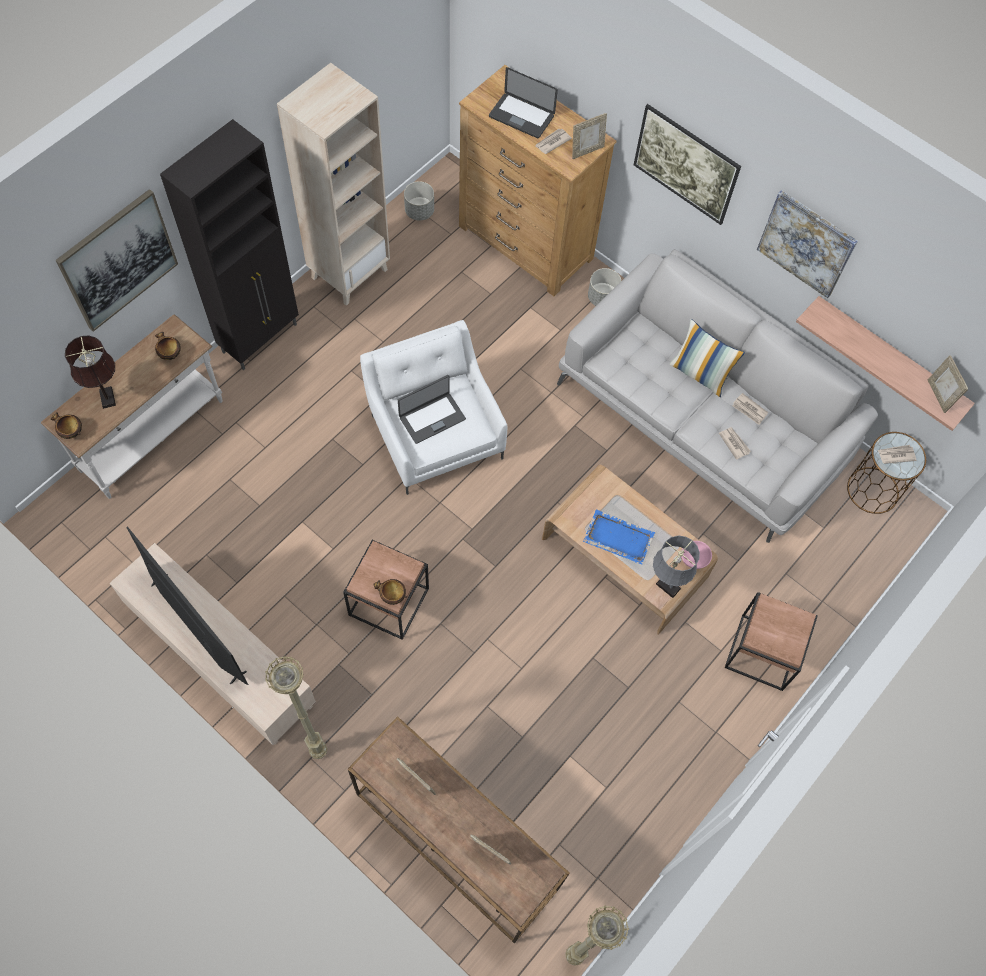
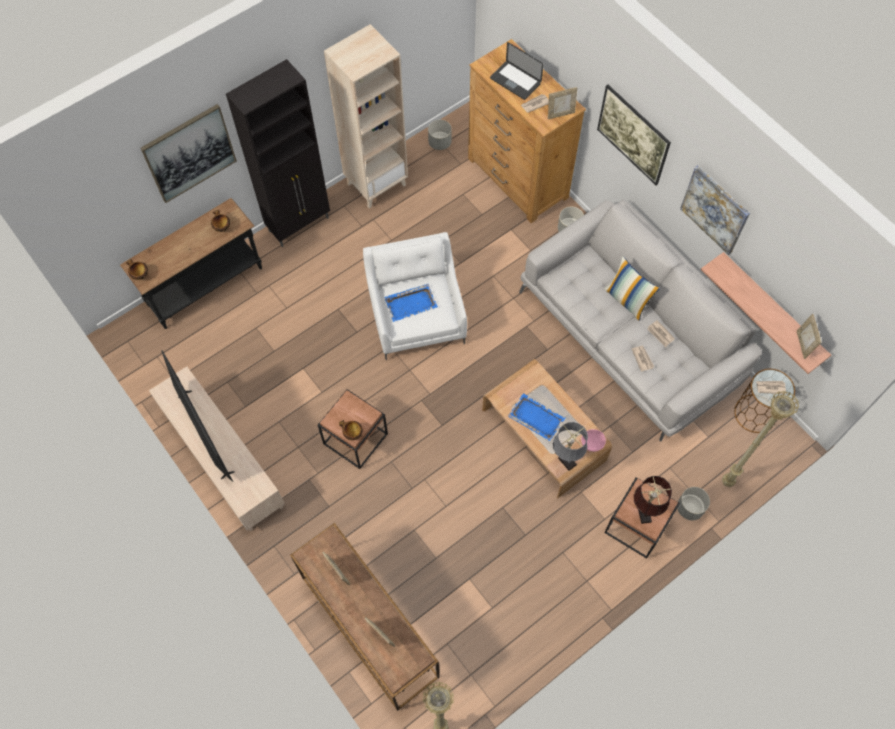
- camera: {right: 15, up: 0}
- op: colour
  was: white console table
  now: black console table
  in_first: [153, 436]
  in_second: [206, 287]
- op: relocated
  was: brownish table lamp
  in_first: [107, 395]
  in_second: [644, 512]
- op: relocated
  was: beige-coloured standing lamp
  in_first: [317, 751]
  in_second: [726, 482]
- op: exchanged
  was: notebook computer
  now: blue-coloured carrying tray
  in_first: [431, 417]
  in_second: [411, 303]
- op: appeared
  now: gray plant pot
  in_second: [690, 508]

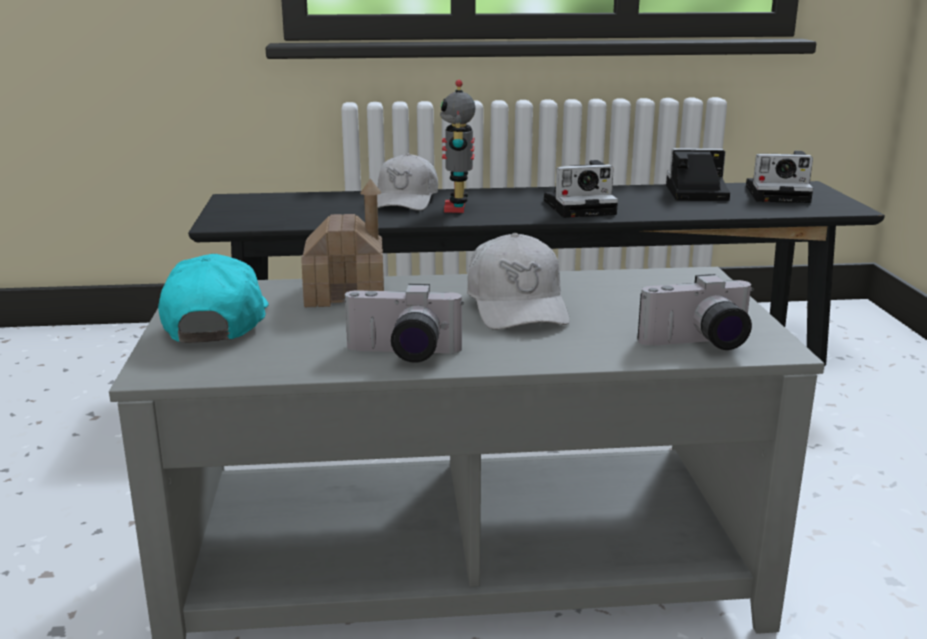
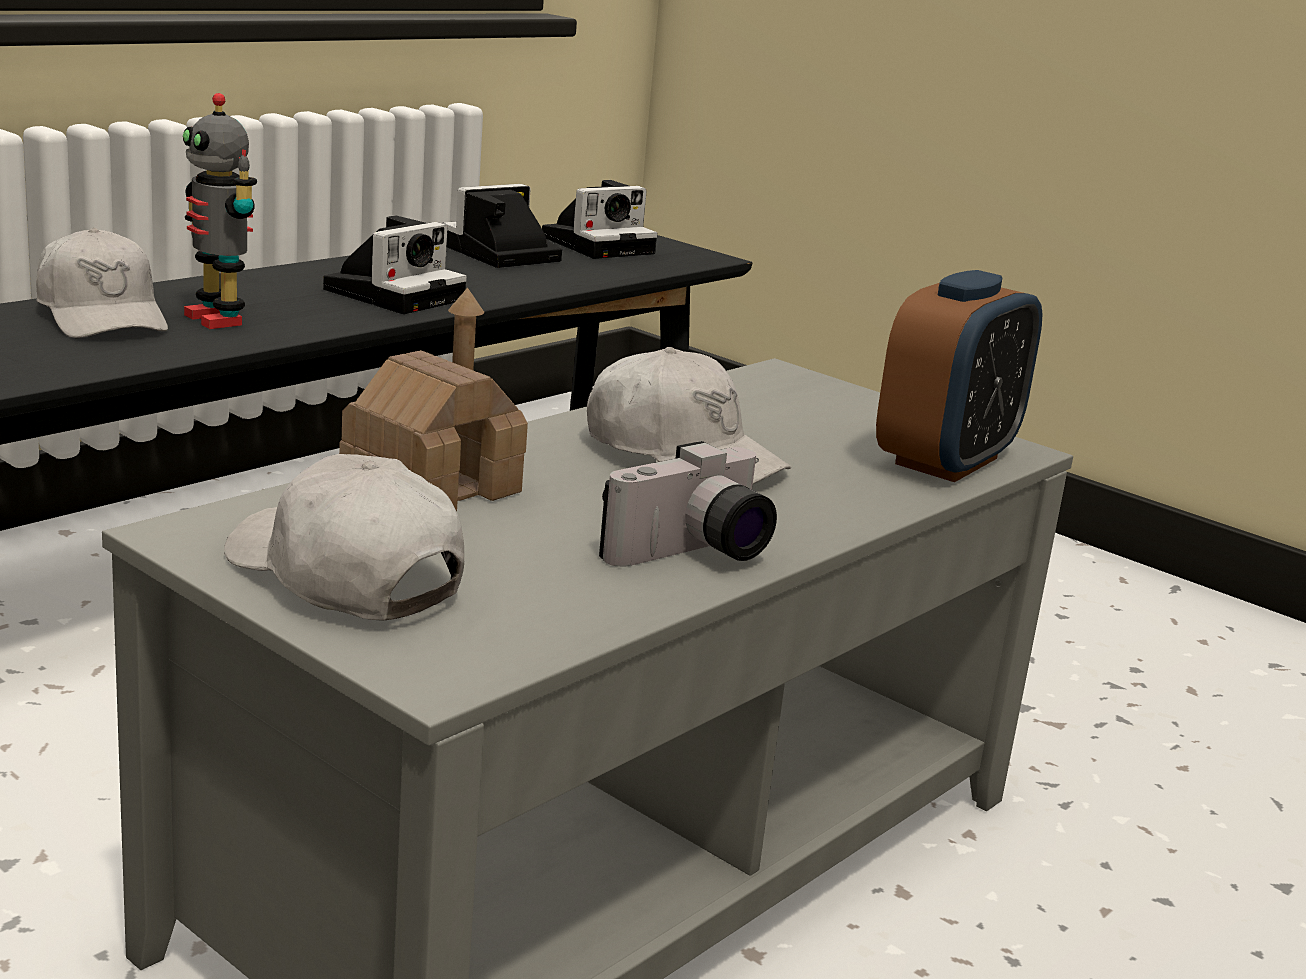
- camera: {right: -45, up: 0}
- op: colour
  was: blue-green peaked cap
  now: white peaked cap
  in_first: [217, 322]
  in_second: [344, 576]
- op: exchanged
  was: photo camera
  now: alarm clock
  in_first: [699, 344]
  in_second: [946, 461]

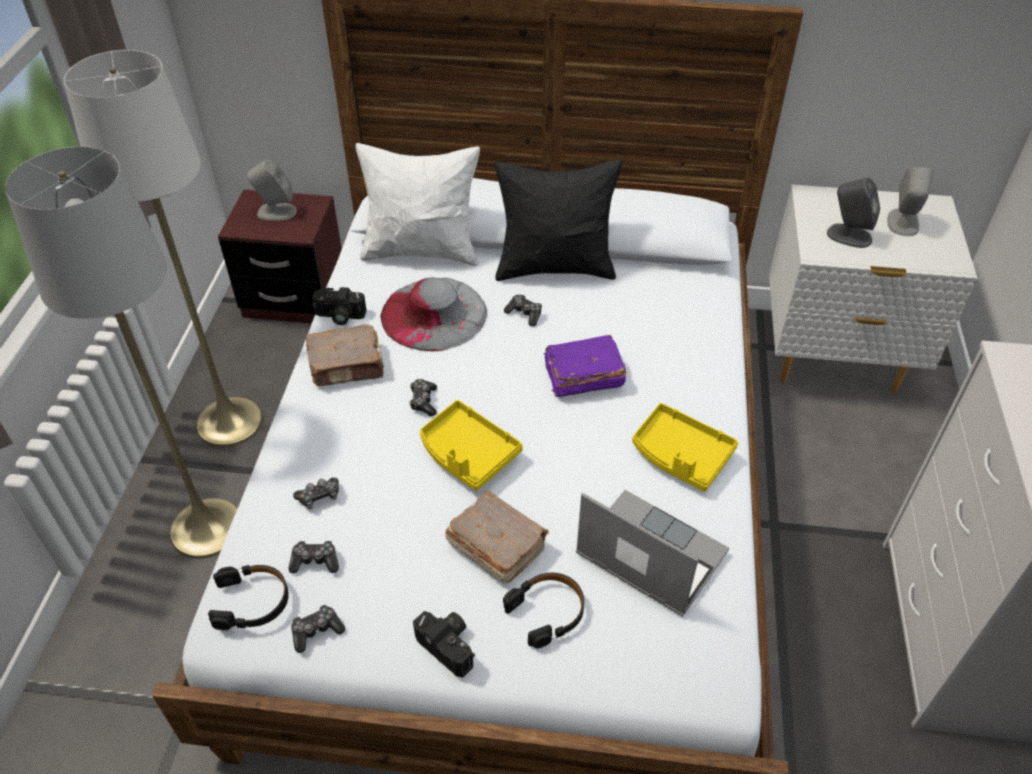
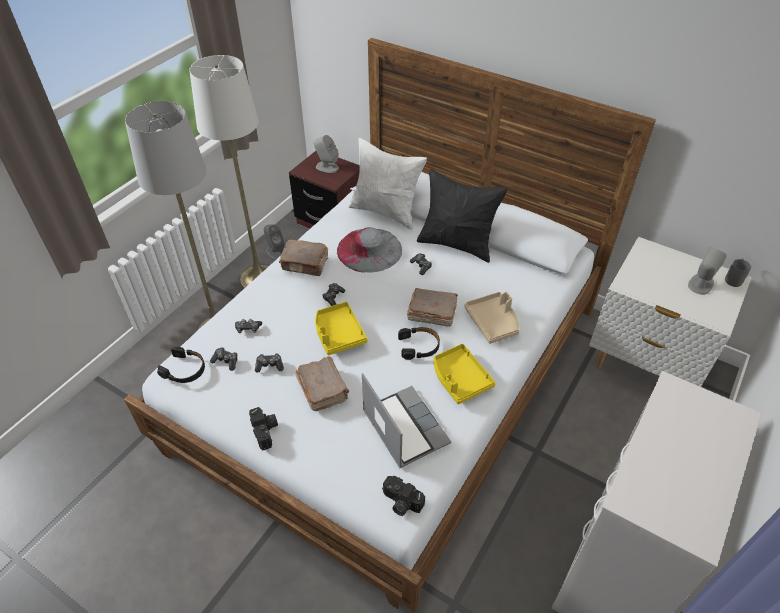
- camera: {right: 25, up: 0}
- op: relocated
  was: joypad
  in_first: [316, 631]
  in_second: [269, 365]
- op: relocated
  was: photo camera
  in_first: [339, 316]
  in_second: [400, 502]
- op: relocated
  was: black headset
  in_first: [547, 612]
  in_second: [419, 346]
- op: colour
  was: purplish bound book
  now: brownish bound book
  in_first: [582, 377]
  in_second: [431, 313]
- op: relocated
  was: gray speaker
  in_first: [848, 236]
  in_second: [275, 252]
- op: appeared
  now: beige-coloured carrying tray
  in_second: [493, 322]
- op: appeared
  now: gray mug
  in_second: [734, 278]

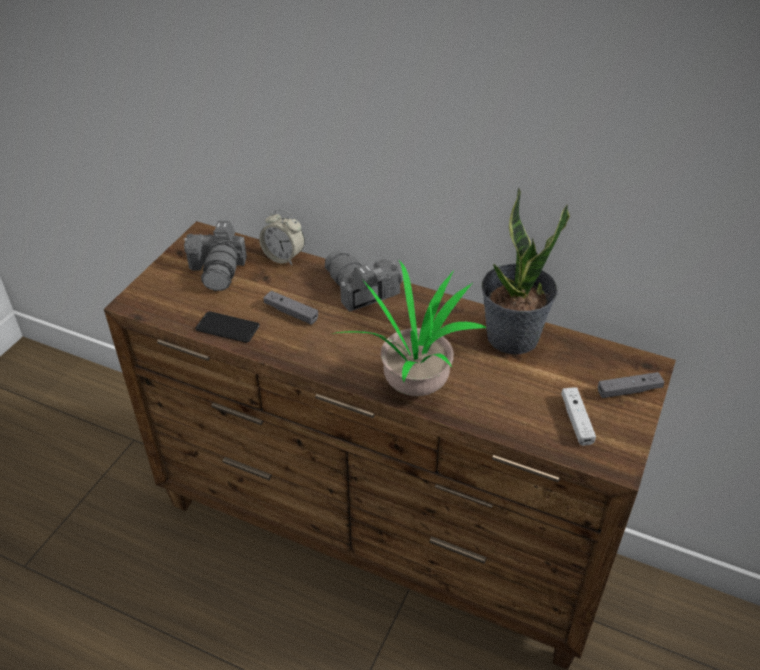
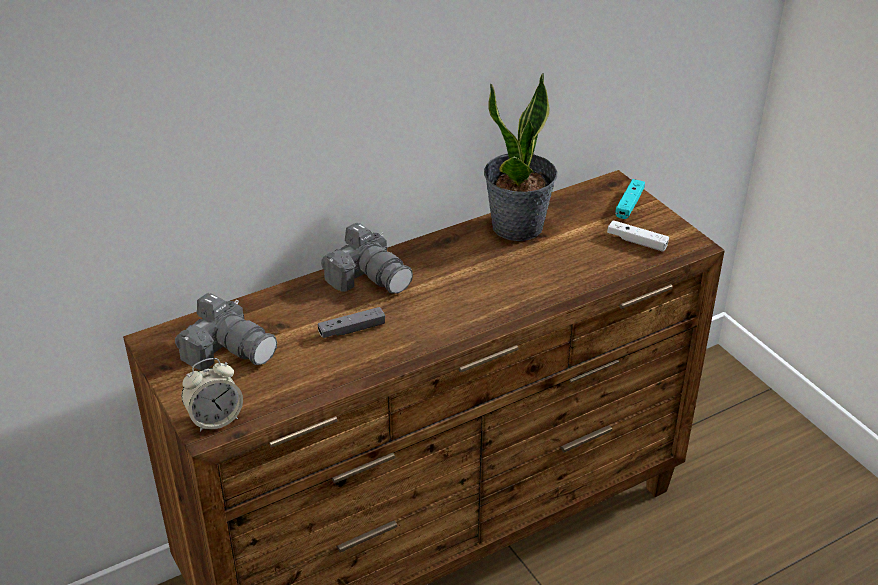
- camera: {right: -55, up: -5}
- op: missing
  was: phone
  in_first: [227, 328]
- op: relocated
  was: alarm clock
  in_first: [283, 257]
  in_second: [215, 419]
- op: spun
  was: photo camera
  in_first: [360, 291]
  in_second: [369, 277]
  clockwise: -135
- op: missing
  was: potted plant
  in_first: [413, 382]
- op: colour
  was: gray joypad
  now: blue-green joypad
  in_first: [629, 390]
  in_second: [629, 204]

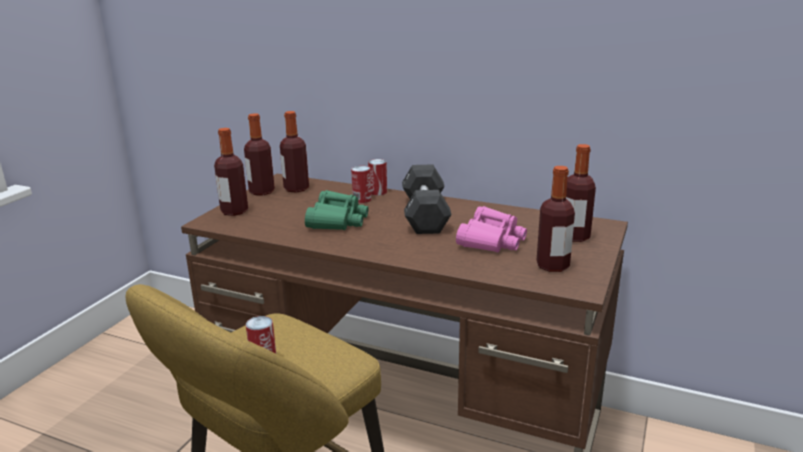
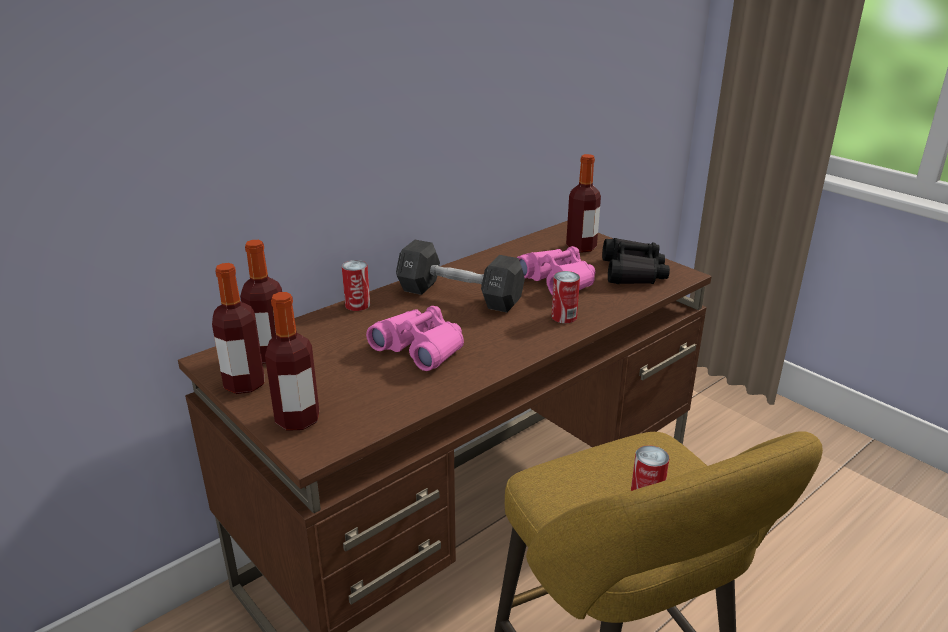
- camera: {right: -65, up: 5}
- op: colour
  was: green-coloured field glasses
  now: pinkish field glasses
  in_first: [337, 220]
  in_second: [420, 348]
- op: relocated
  was: metal can
  in_first: [362, 199]
  in_second: [564, 317]
- op: exchanged
  was: bottle
  now: black field glasses
  in_first: [552, 266]
  in_second: [632, 272]

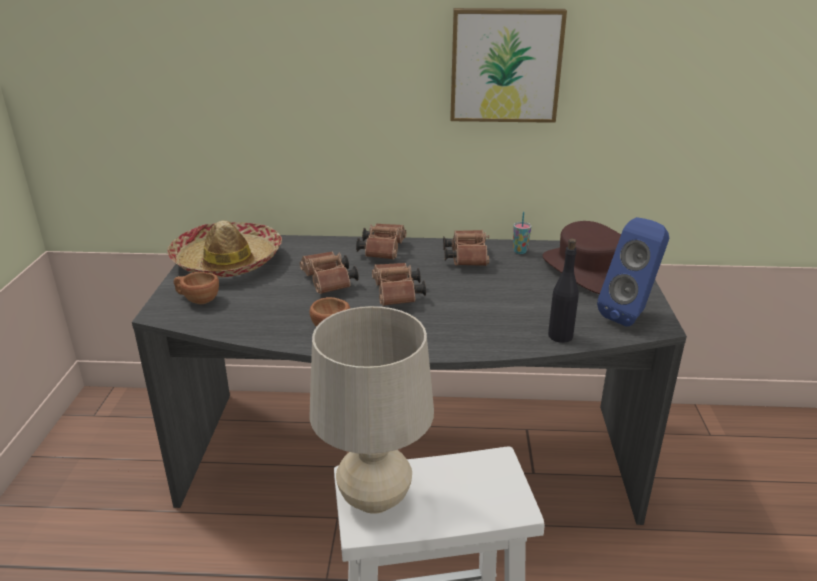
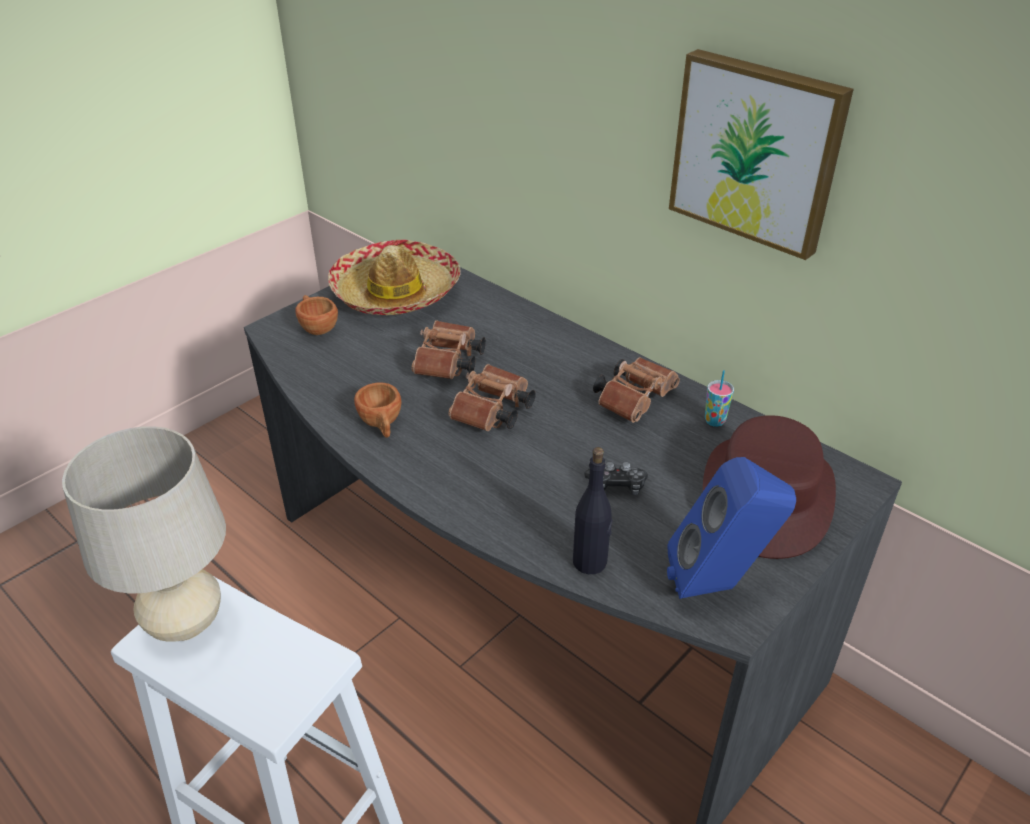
- camera: {right: 40, up: 10}
- op: missing
  was: brownish field glasses
  in_first: [383, 251]
- op: appeared
  now: joypad
  in_second: [616, 486]

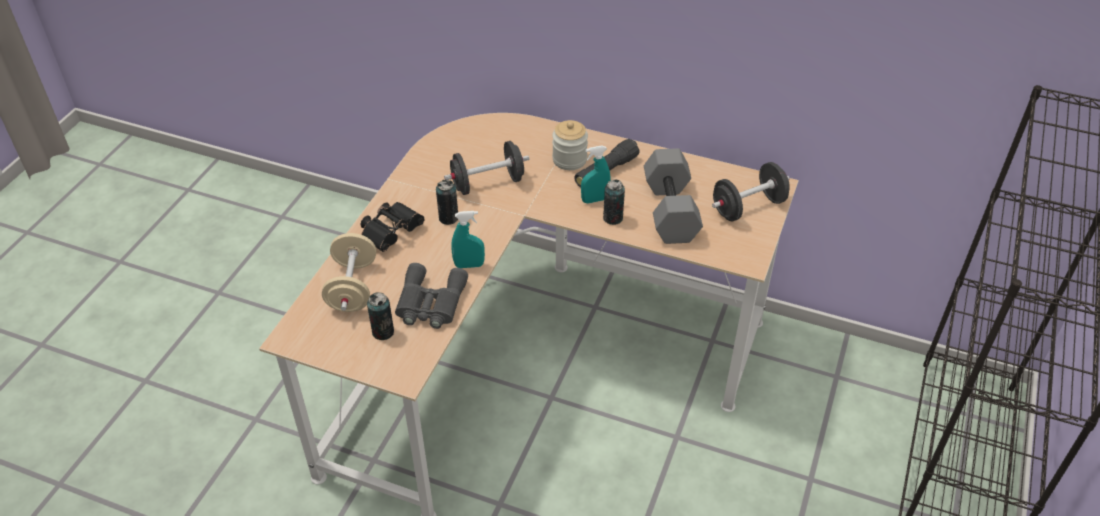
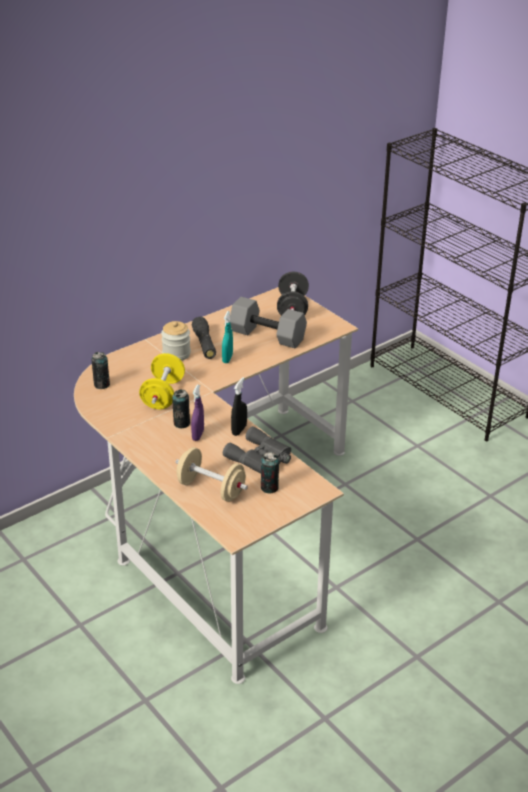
- camera: {right: -60, up: -10}
- op: missing
  was: black field glasses
  in_first: [393, 232]
- op: colour
  was: black hand weight
  now: yellow hand weight
  in_first: [488, 183]
  in_second: [163, 395]
- op: colour
  was: blue-green spray bottle
  now: black spray bottle
  in_first: [469, 265]
  in_second: [239, 430]
- op: relocated
  was: metal can
  in_first: [613, 218]
  in_second: [102, 385]
- op: appeared
  now: purplish spray bottle
  in_second: [198, 435]

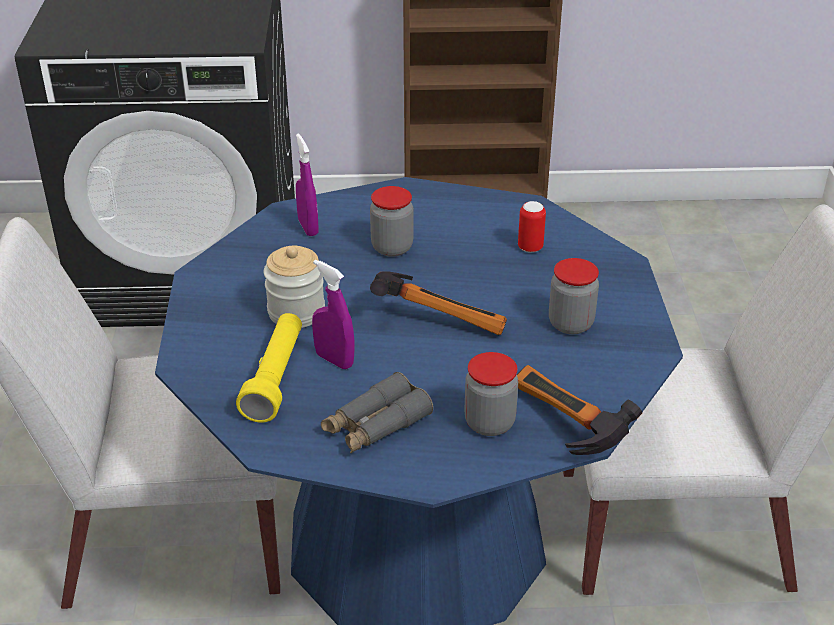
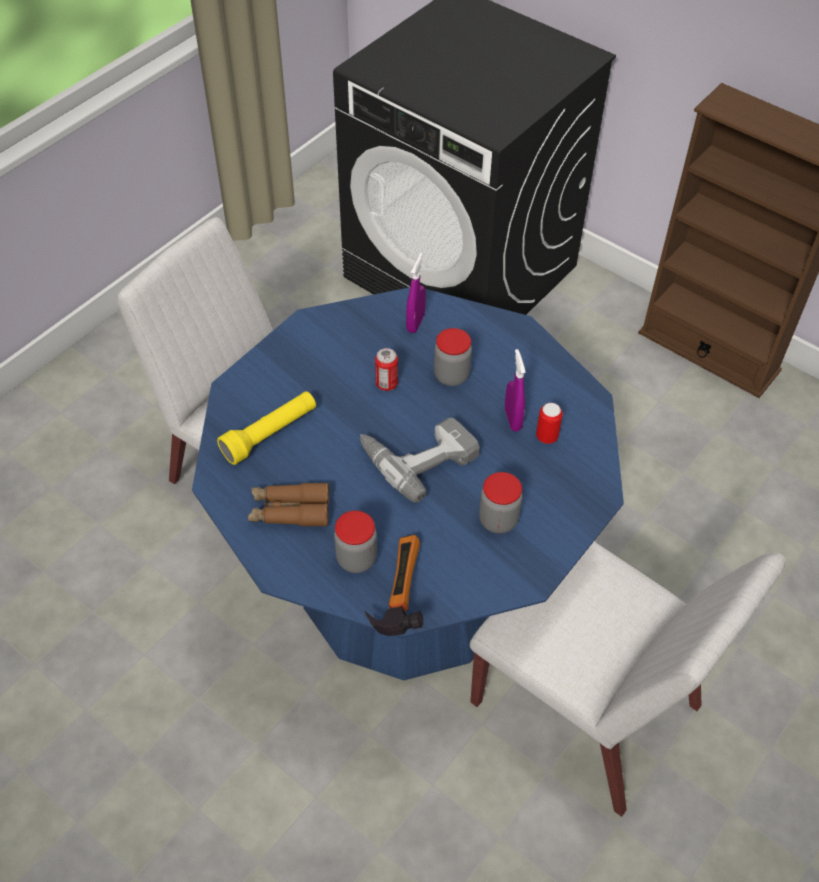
- camera: {right: 40, up: 15}
- op: missing
  was: preserve jar
  in_first: [296, 312]
- op: relocated
  was: purplish spray bottle
  in_first: [334, 360]
  in_second: [512, 419]
- op: colour
  was: gray field glasses
  now: brownish field glasses
  in_first: [376, 425]
  in_second: [289, 511]
- op: exchanged
  was: hand hammer
  now: power drill
  in_first: [440, 318]
  in_second: [418, 456]
- op: appeared
  now: metal can
  in_second: [386, 384]

